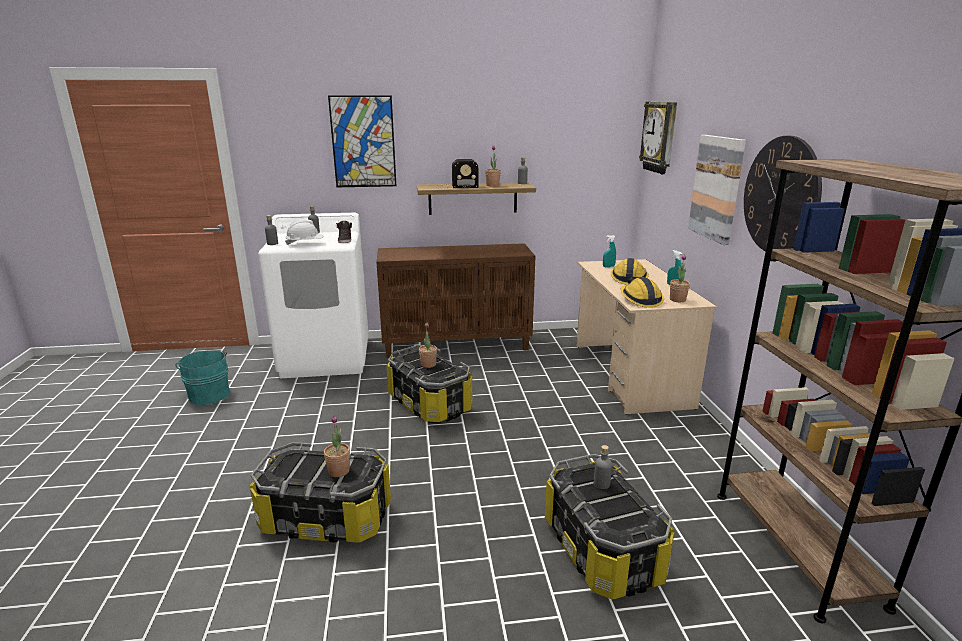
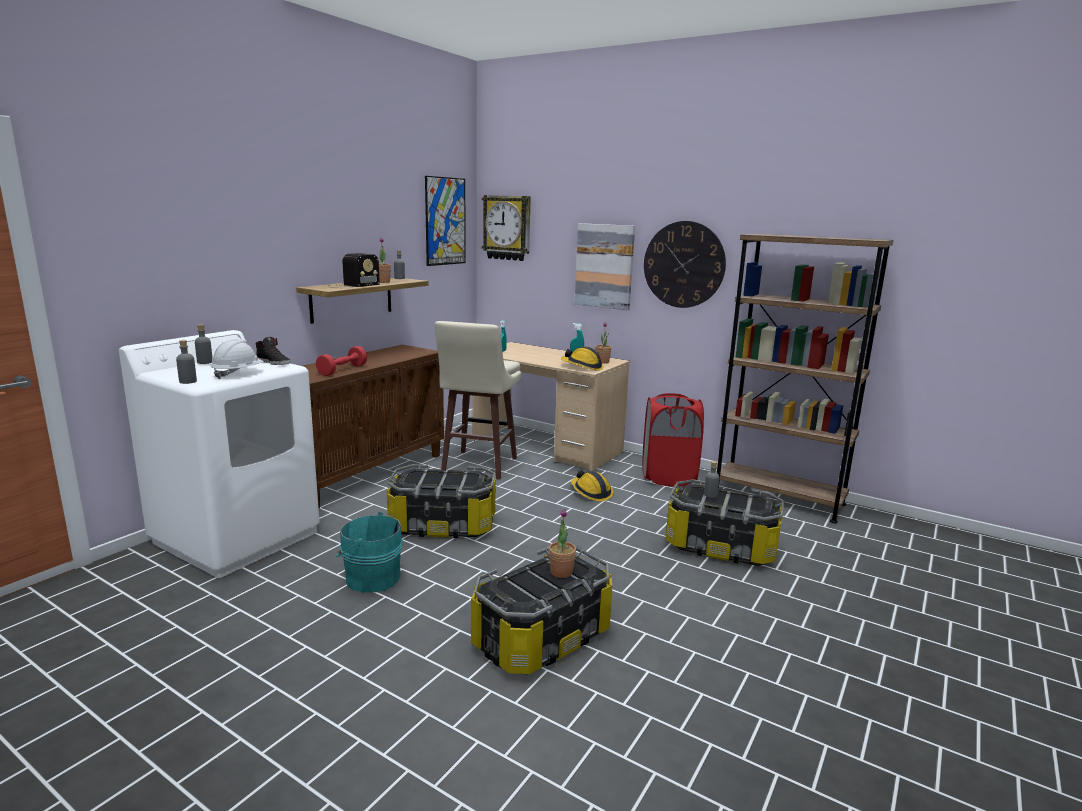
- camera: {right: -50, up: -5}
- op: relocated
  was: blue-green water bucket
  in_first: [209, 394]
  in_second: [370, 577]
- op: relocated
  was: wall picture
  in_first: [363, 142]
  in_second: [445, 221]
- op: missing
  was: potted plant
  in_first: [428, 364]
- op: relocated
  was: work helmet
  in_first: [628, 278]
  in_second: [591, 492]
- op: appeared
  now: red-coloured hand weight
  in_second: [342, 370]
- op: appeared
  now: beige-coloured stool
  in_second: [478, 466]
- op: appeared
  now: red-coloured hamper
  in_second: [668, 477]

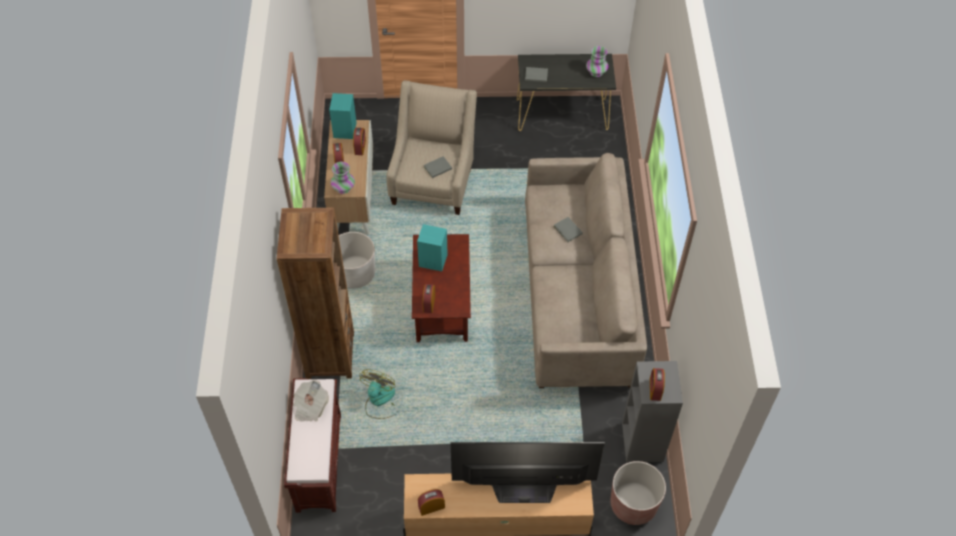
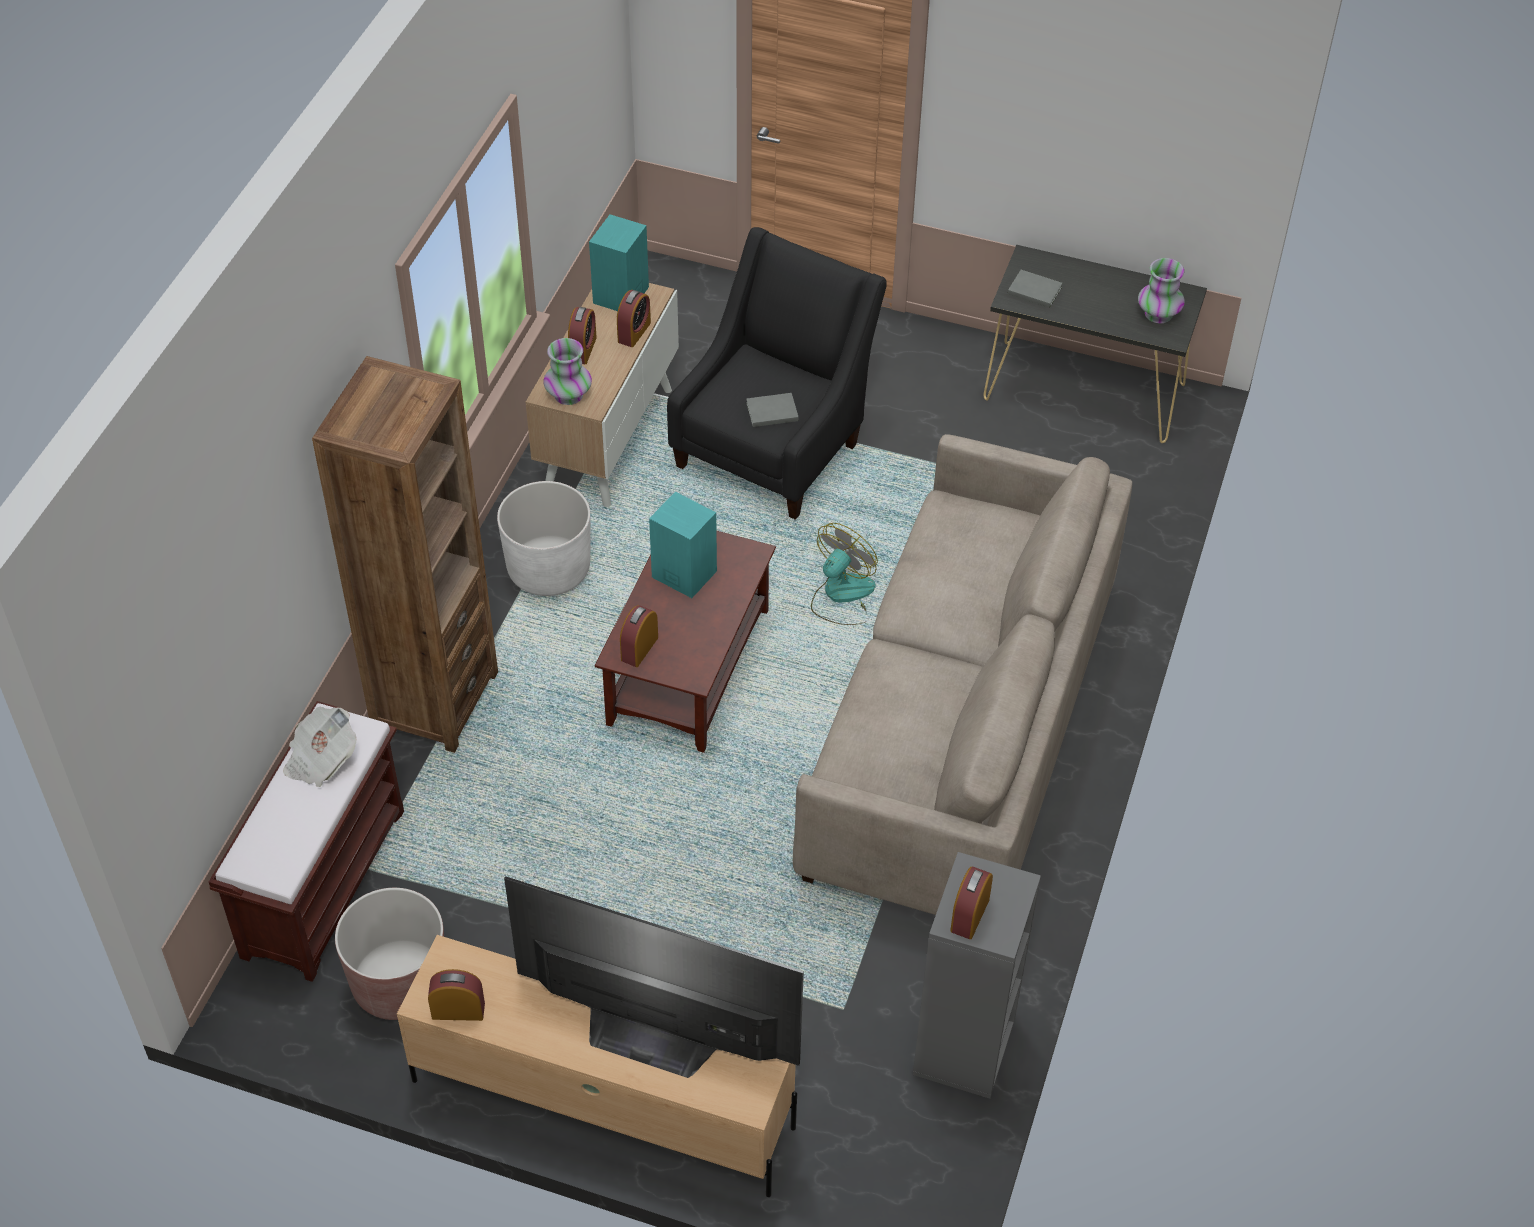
- camera: {right: 20, up: -5}
- op: relocated
  was: cooling fan
  in_first: [379, 401]
  in_second: [841, 596]
- op: colour
  was: beige-coloured lounge chair
  now: black lounge chair
  in_first: [433, 181]
  in_second: [774, 447]
- op: missing
  was: gray bound book
  in_first: [568, 231]
- op: relocated
  was: brownish plant pot
  in_first: [633, 504]
  in_second: [400, 983]

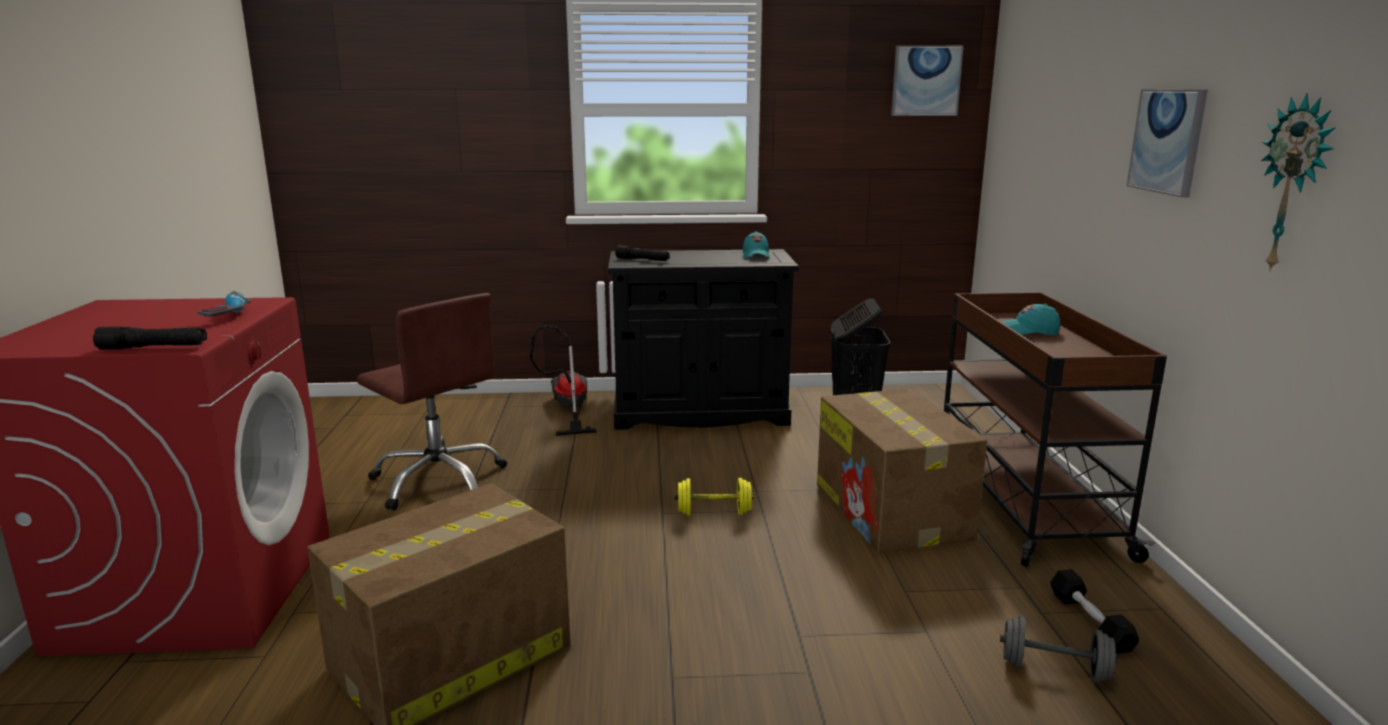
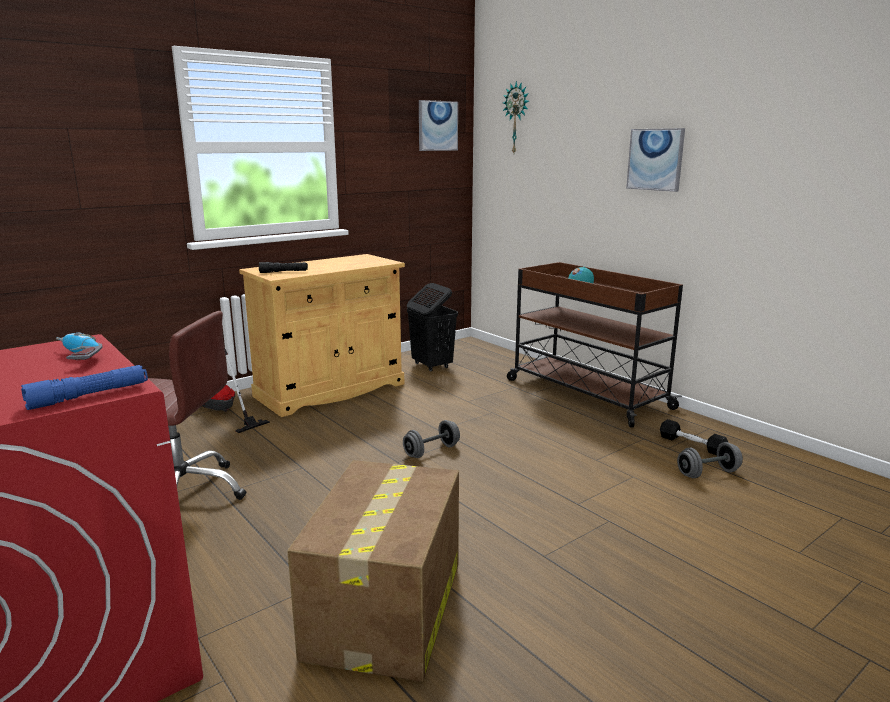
- camera: {right: -35, up: 0}
- op: colour
  was: black hand torch
  now: blue-coloured hand torch
  in_first: [153, 347]
  in_second: [89, 396]
- op: colour
  was: black cupboard
  now: beige-coloured cupboard
  in_first: [700, 413]
  in_second: [330, 390]
- op: colour
  was: yellow hand weight
  now: gray hand weight
  in_first: [714, 513]
  in_second: [431, 451]
- op: missing
  was: blue-green peaked cap
  in_first: [756, 256]
- op: missing
  was: carton
  in_first: [892, 512]
- op: relocated
  was: wall clock
  in_first: [1295, 185]
  in_second: [517, 118]

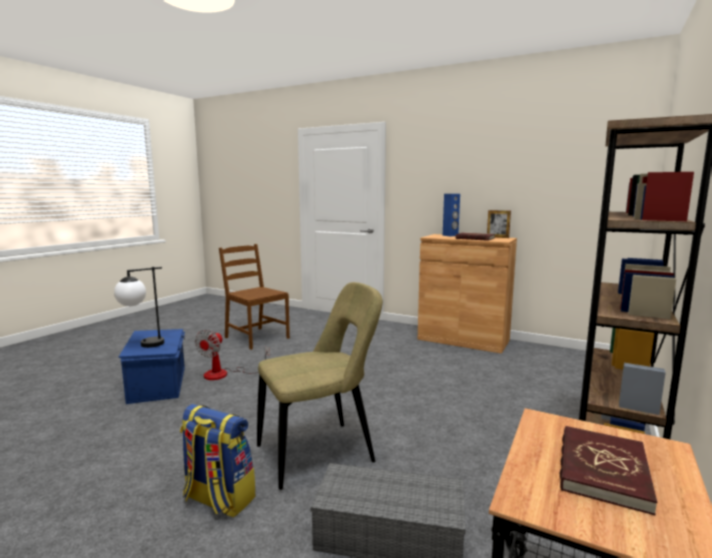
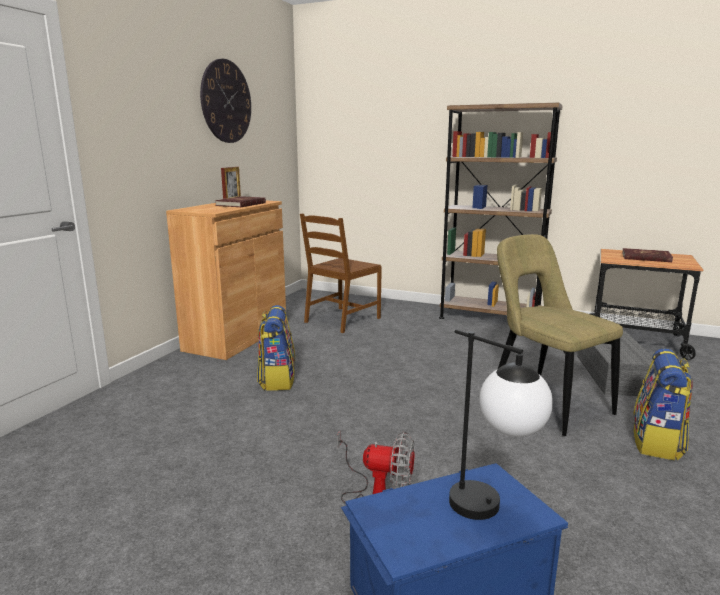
- camera: {right: -95, up: 5}
- op: relocated
  was: brownish plain chair
  in_first: [255, 338]
  in_second: [342, 320]
- op: missing
  was: blue-coloured speaker
  in_first: [450, 235]
- op: appeared
  now: wall clock
  in_second: [226, 101]
- op: appeared
  now: knapsack
  in_second: [277, 380]

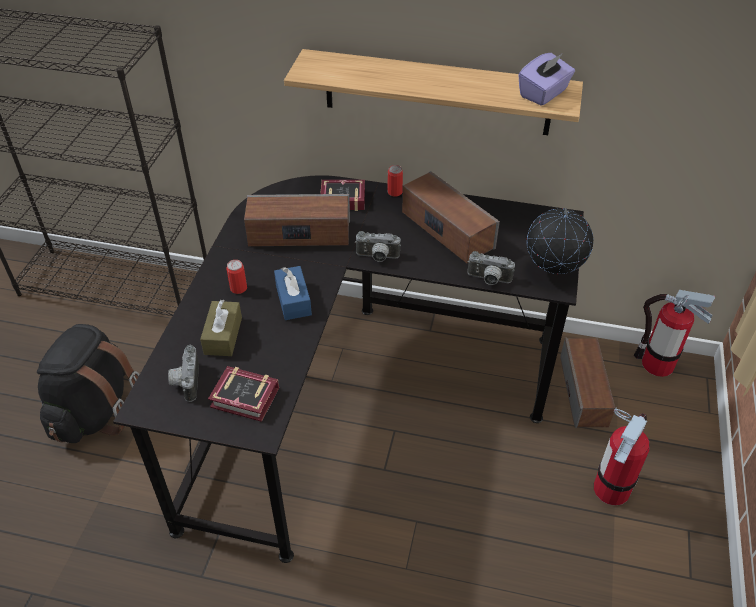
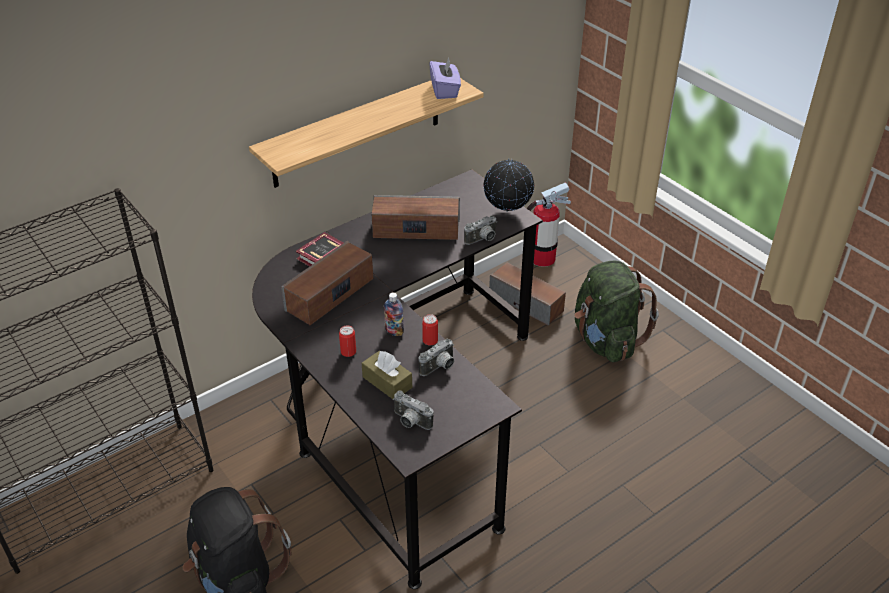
- camera: {right: -50, up: -5}
- op: missing
  was: bound book
  in_first: [247, 400]
- op: exchanged
  was: blue-coloured box of tissues
  now: bottle
  in_first: [293, 300]
  in_second: [394, 331]
- op: relocated
  was: photo camera
  in_first: [377, 257]
  in_second: [439, 367]
- op: relocated
  was: metal can
  in_first: [394, 192]
  in_second: [430, 340]
- op: exchanged
  was: extinguisher
  now: green-coloured knapsack
  in_first: [611, 488]
  in_second: [606, 340]

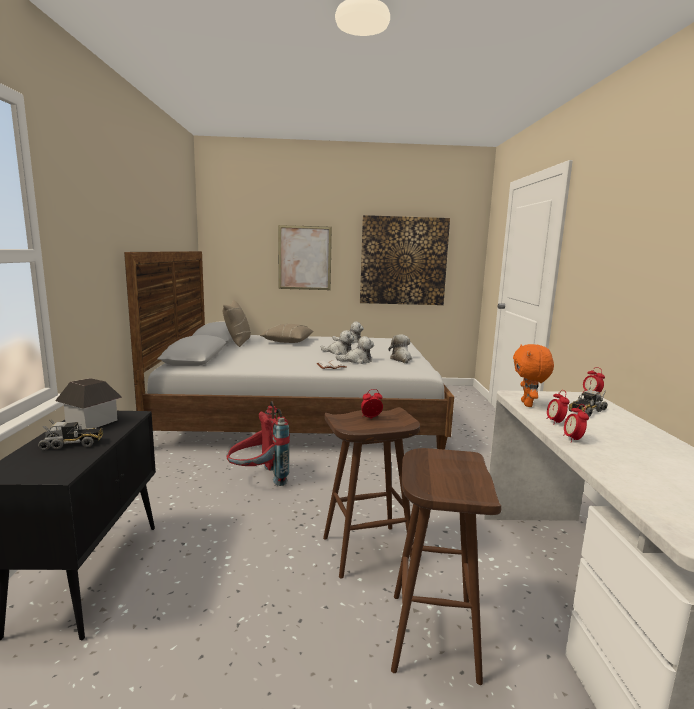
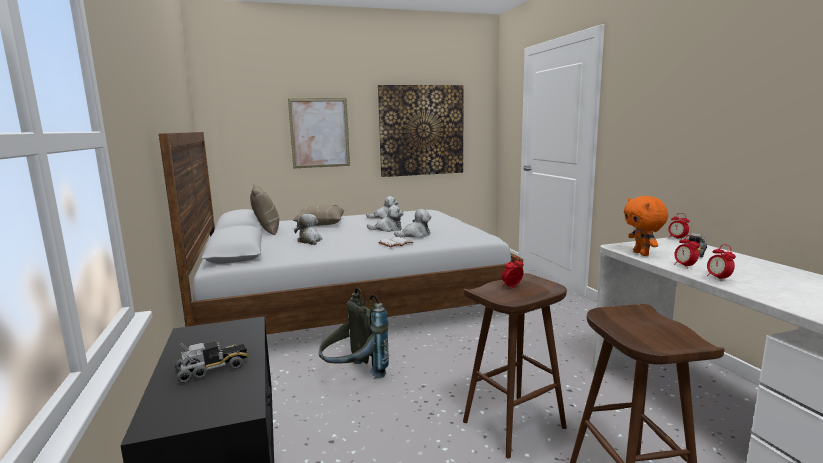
- camera: {right: -15, up: 0}
- op: missing
  was: model house
  in_first: [91, 422]
- op: colour
  was: red-coloured knapsack
  now: gray knapsack
  in_first: [259, 480]
  in_second: [353, 376]
- op: relocated
  was: plush toy
  in_first: [401, 359]
  in_second: [310, 241]

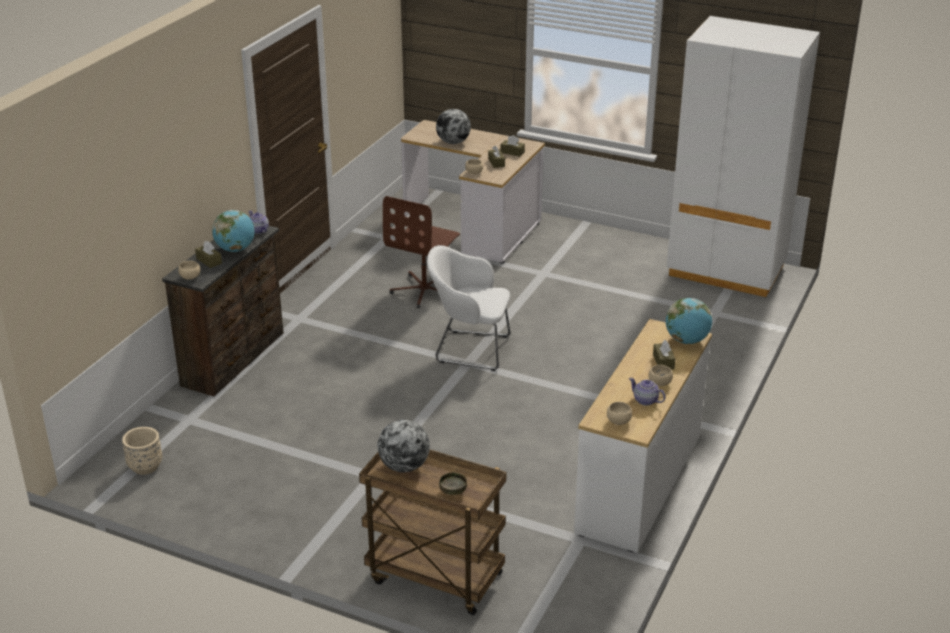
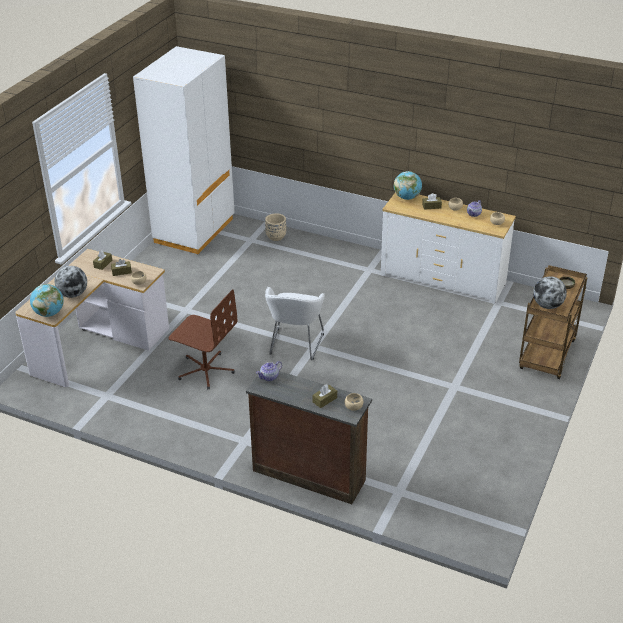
- camera: {right: -90, up: 5}
- op: relocated
  was: beige-coloured plant pot
  in_first: [145, 467]
  in_second: [276, 237]
- op: relocated
  was: desk globe
  in_first: [235, 249]
  in_second: [49, 313]

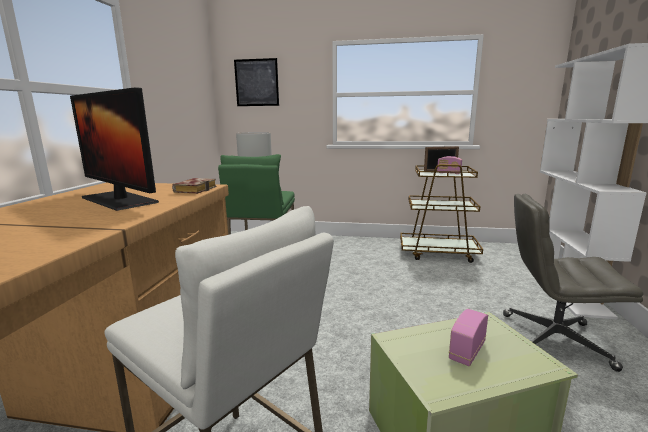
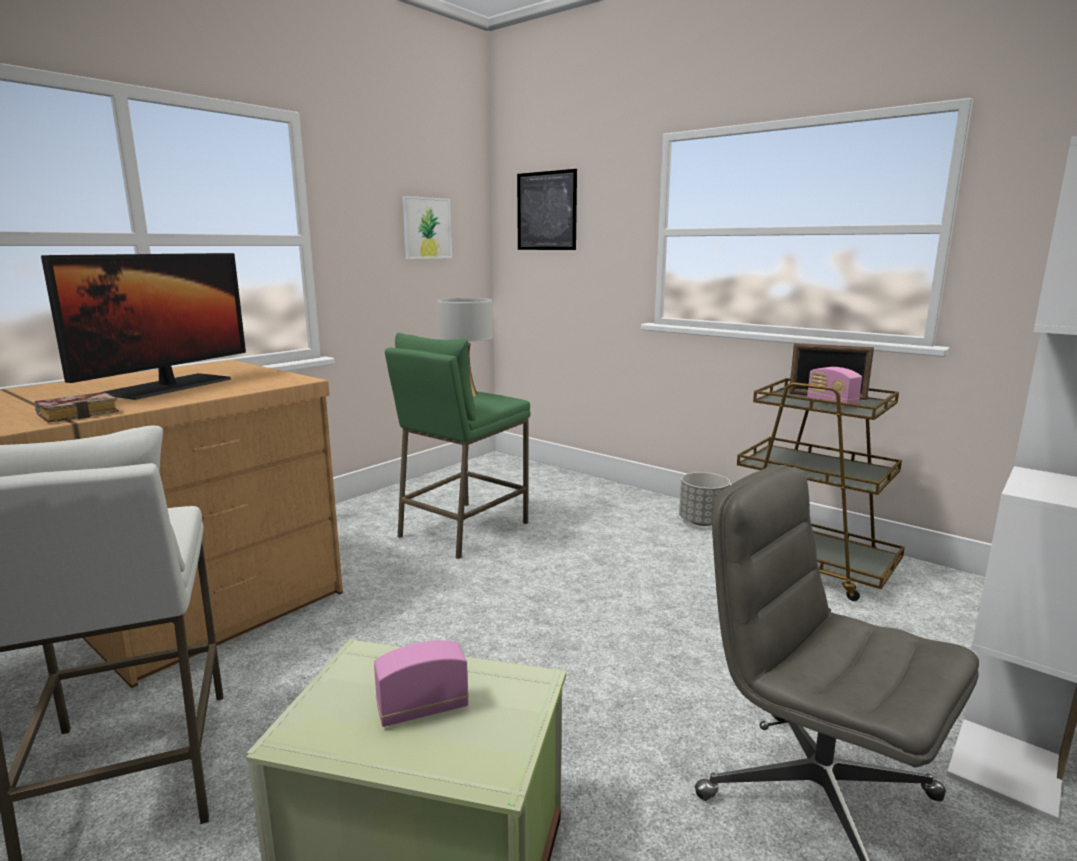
- camera: {right: 30, up: 0}
- op: spun
  was: computer display
  in_first: [119, 200]
  in_second: [169, 386]
  clockwise: -135
- op: relocated
  was: bound book
  in_first: [195, 189]
  in_second: [81, 413]
- op: appeared
  now: wall picture
  in_second: [427, 228]
- op: appeared
  now: gray plant pot
  in_second: [702, 521]

